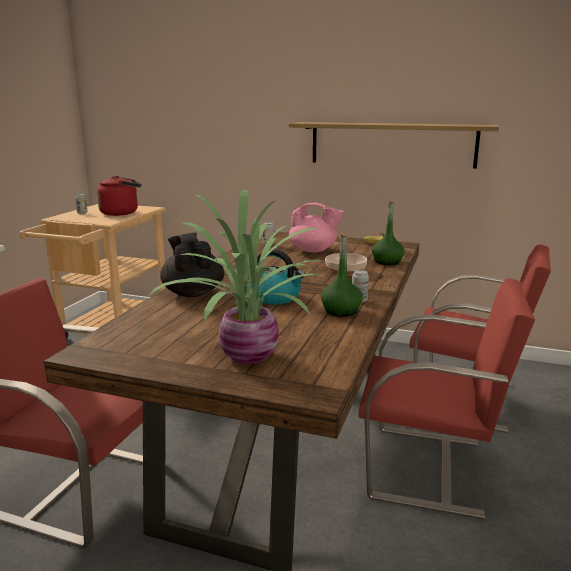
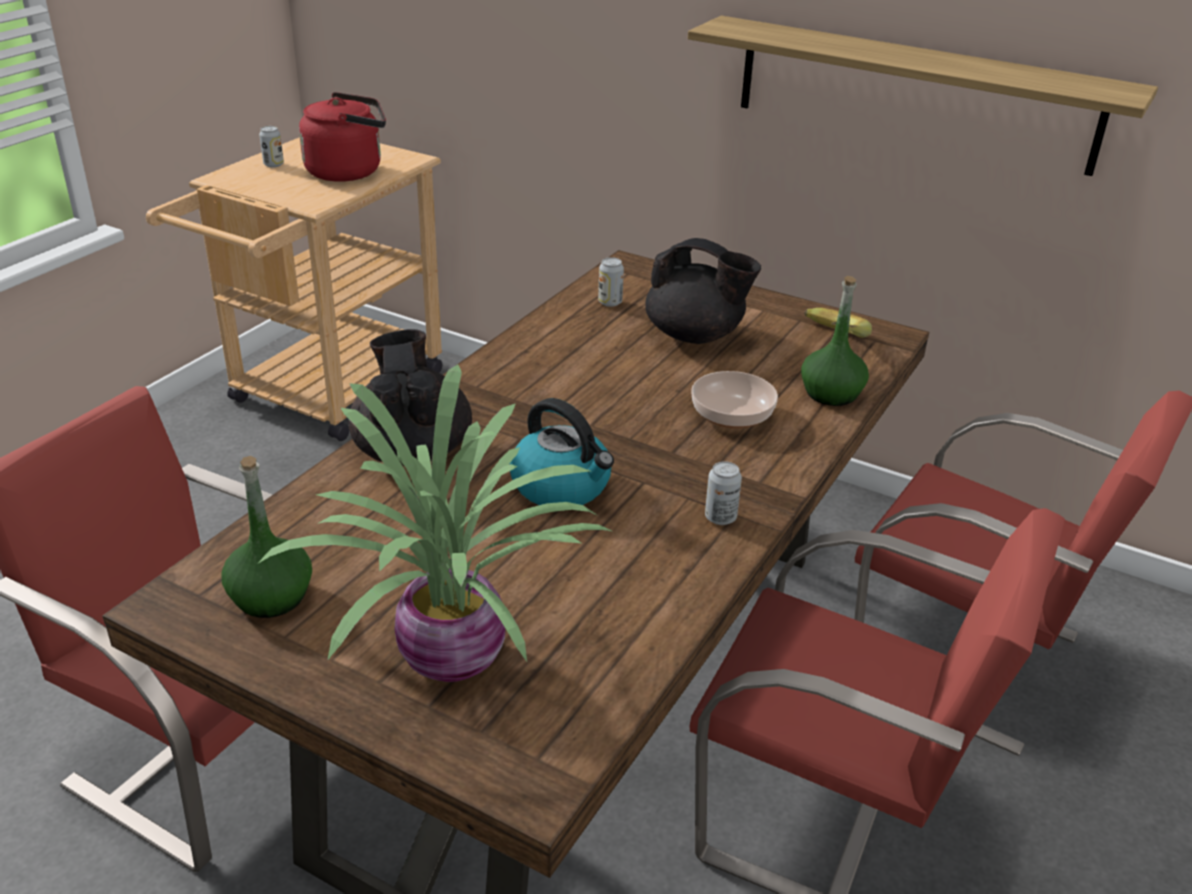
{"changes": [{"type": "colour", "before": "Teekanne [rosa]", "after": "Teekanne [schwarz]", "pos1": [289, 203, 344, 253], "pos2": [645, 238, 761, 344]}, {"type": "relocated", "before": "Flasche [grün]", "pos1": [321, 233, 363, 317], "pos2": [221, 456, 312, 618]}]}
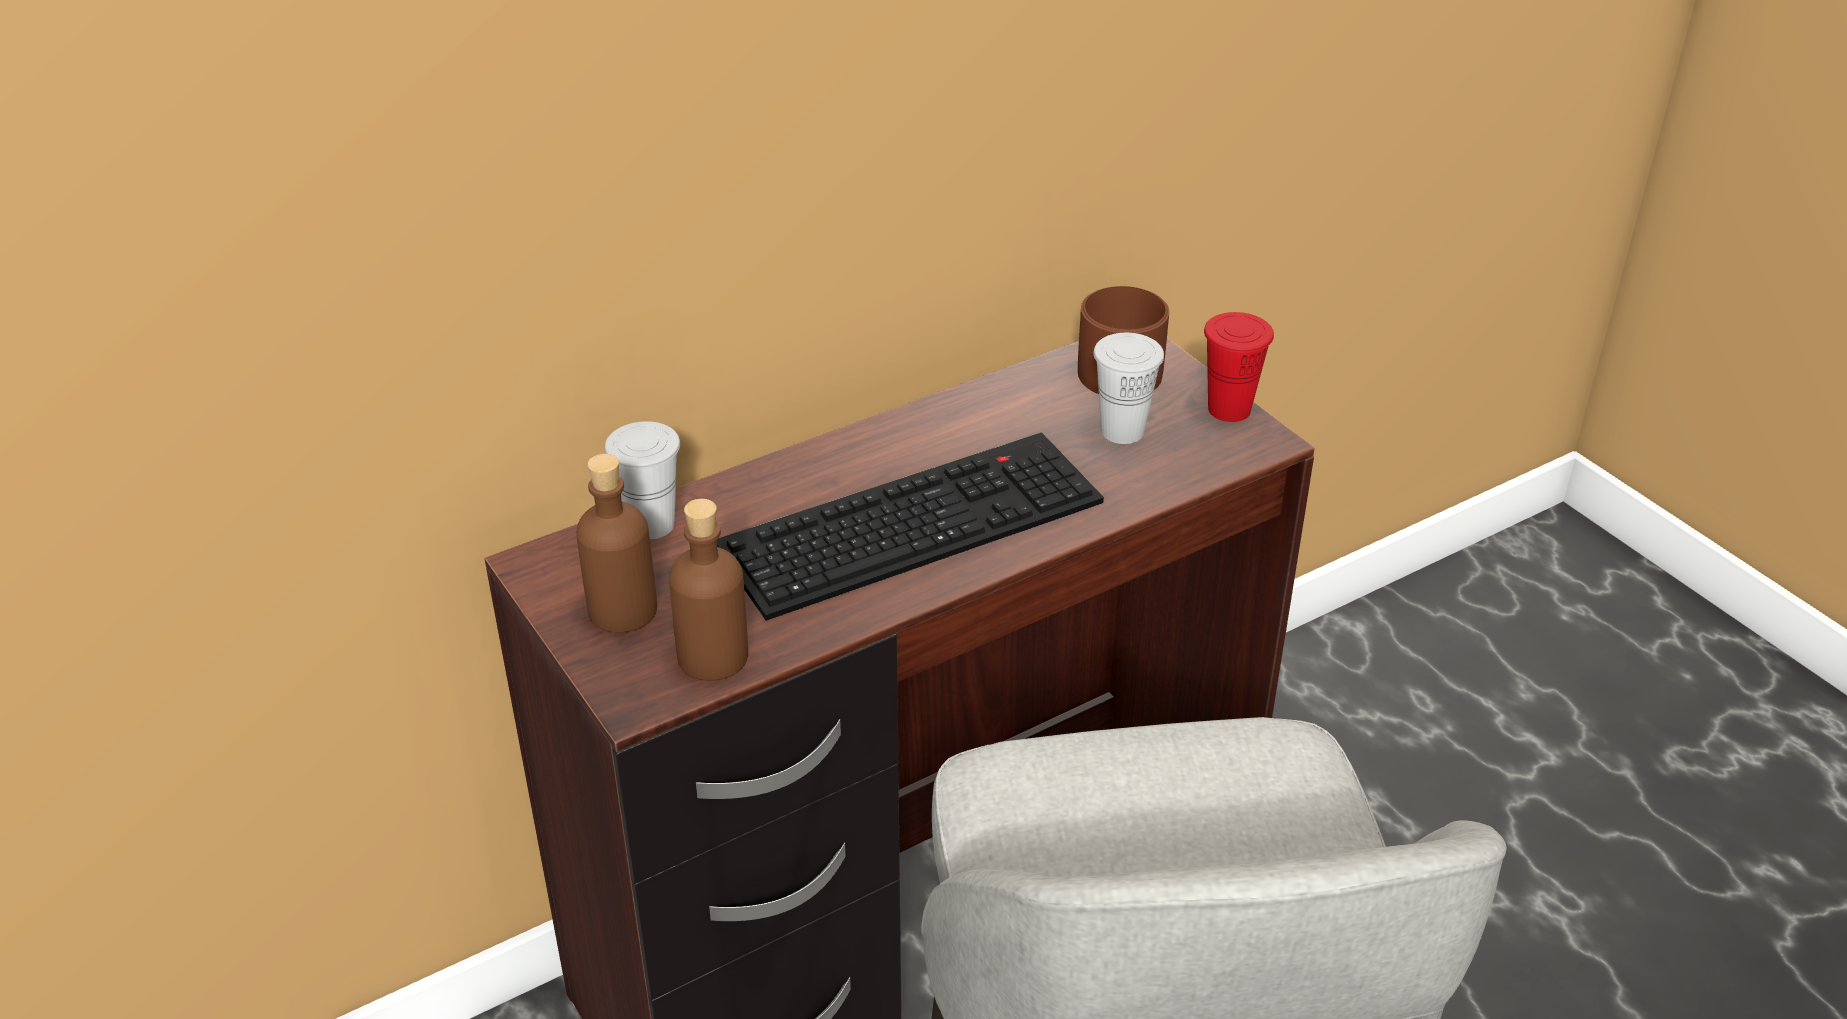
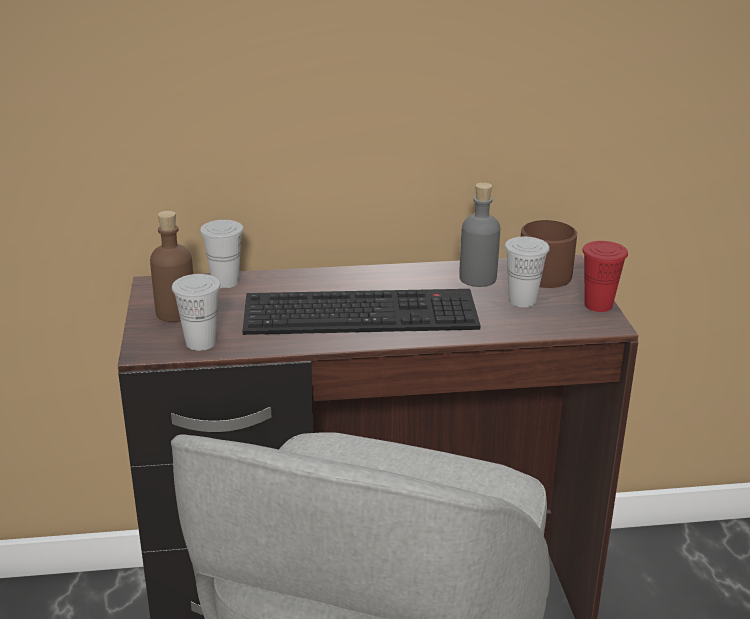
{"changes": [{"type": "exchanged", "before": "Flasche [braun]", "after": "Tasse [weiß]", "pos1": [669, 499, 748, 681], "pos2": [172, 274, 221, 351]}, {"type": "appeared", "after": "Flasche [grau]", "pos2": [459, 182, 500, 287]}]}
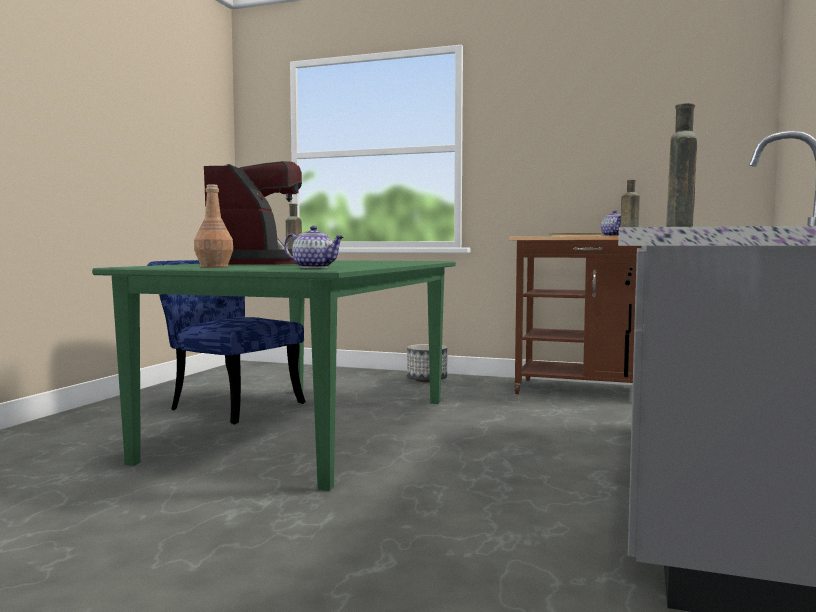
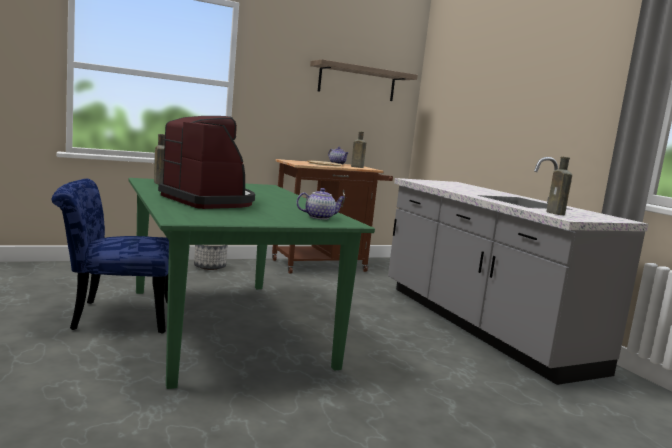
{"changes": [{"type": "missing", "before": "Flasche [braun]", "pos1": [194, 185, 233, 268]}, {"type": "appeared", "after": "Wandregal", "pos2": [310, 59, 418, 101]}]}
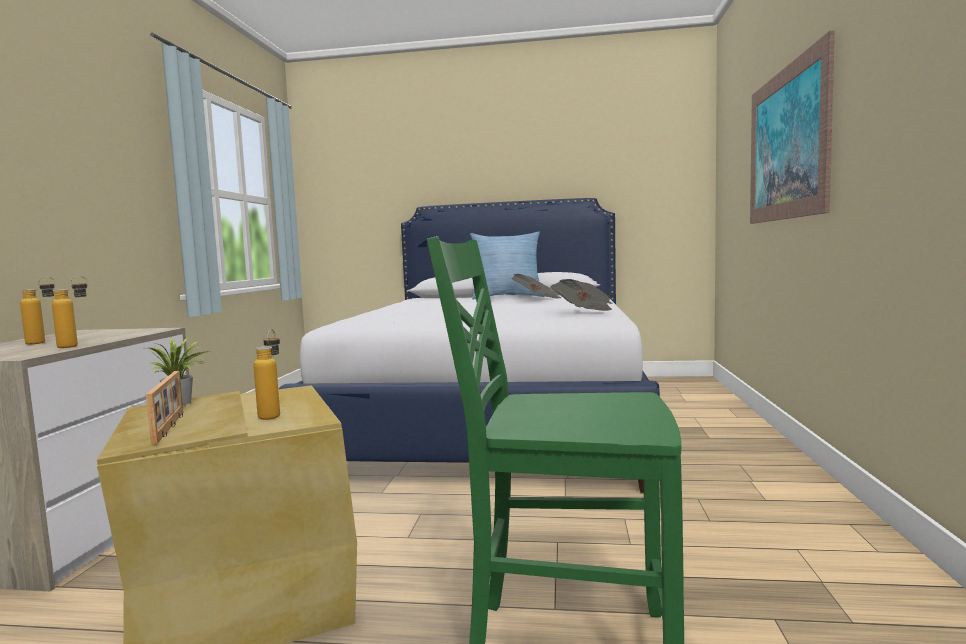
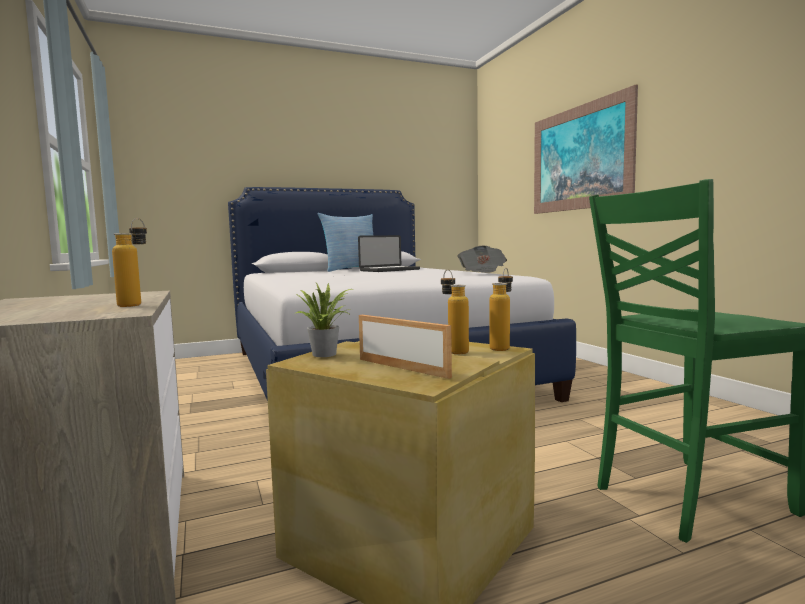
{"changes": [{"type": "relocated", "before": "Flasche", "pos1": [20, 277, 55, 345], "pos2": [489, 268, 513, 351]}, {"type": "exchanged", "before": "Zeitung", "after": "Laptop", "pos1": [512, 274, 561, 298], "pos2": [358, 235, 420, 272]}]}
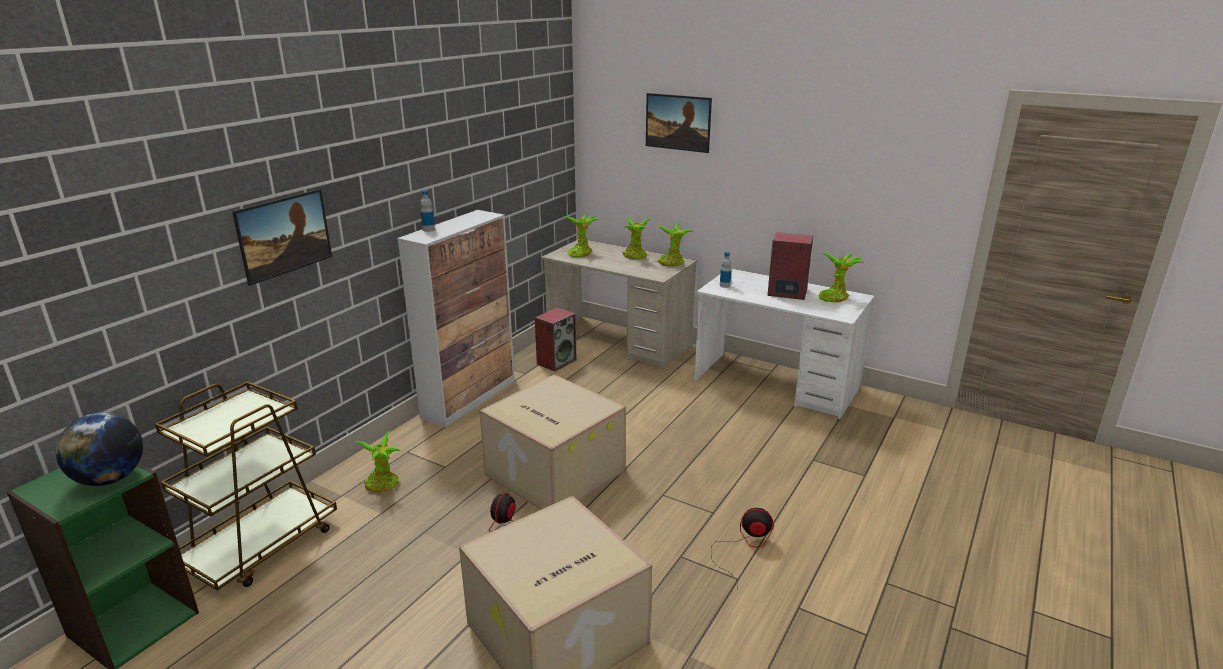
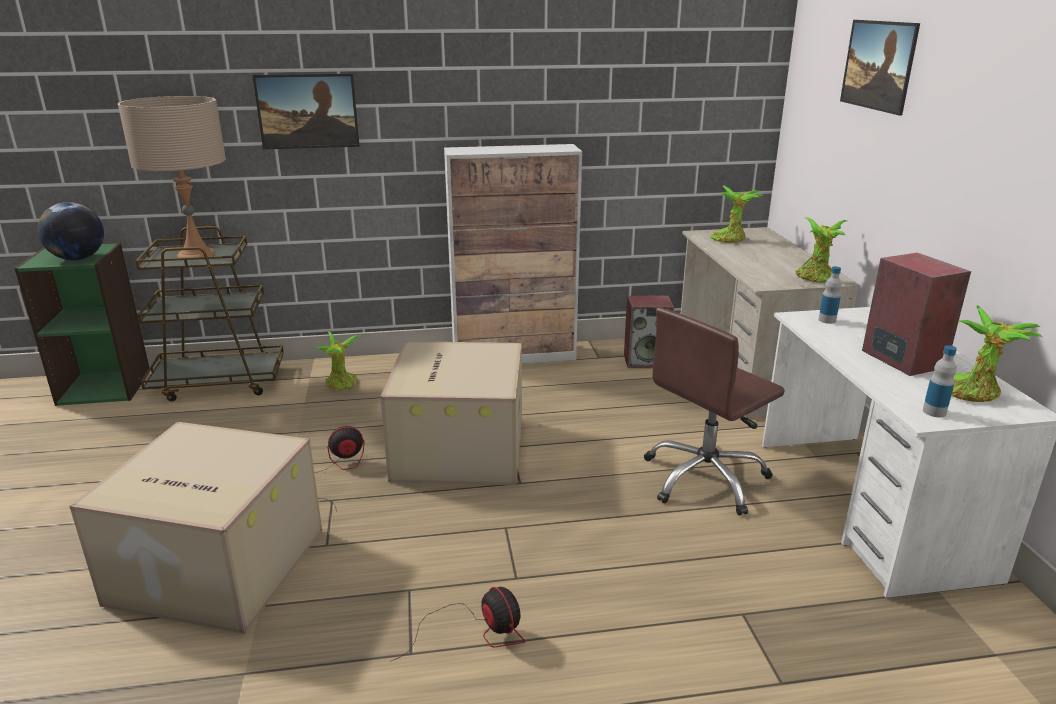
{"changes": [{"type": "relocated", "before": "Flasche", "pos1": [420, 190, 435, 232], "pos2": [923, 345, 957, 417]}, {"type": "missing", "before": "Topfpflanze", "pos1": [623, 217, 651, 260]}, {"type": "appeared", "after": "Tischlampe [beige]", "pos2": [118, 96, 226, 258]}, {"type": "appeared", "after": "Bürostuhl [braun]", "pos2": [644, 307, 785, 516]}]}
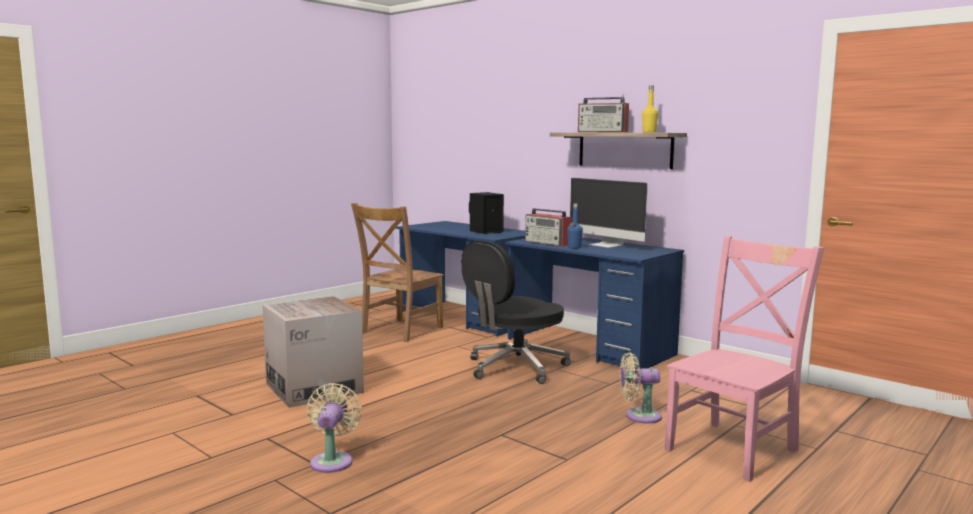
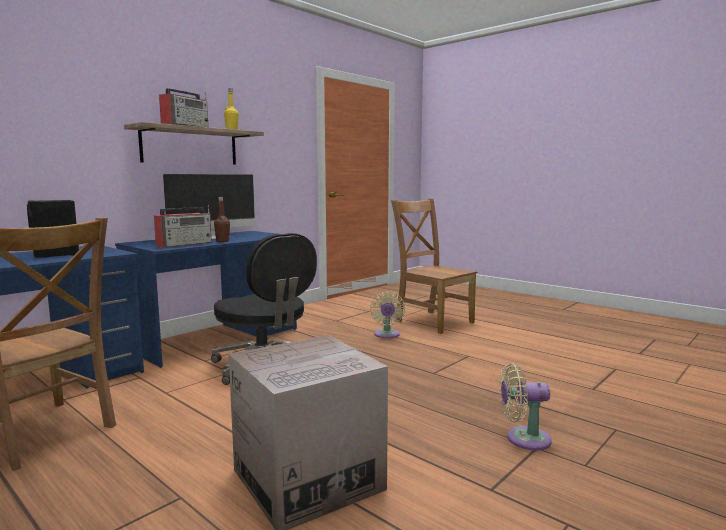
{"changes": [{"type": "colour", "before": "Flasche [blau]", "after": "Flasche [braun]", "pos1": [567, 203, 583, 249], "pos2": [214, 197, 230, 242]}, {"type": "colour", "before": "Stuhl [rosa]", "after": "Stuhl [braun]", "pos1": [664, 236, 824, 482], "pos2": [391, 198, 478, 334]}]}
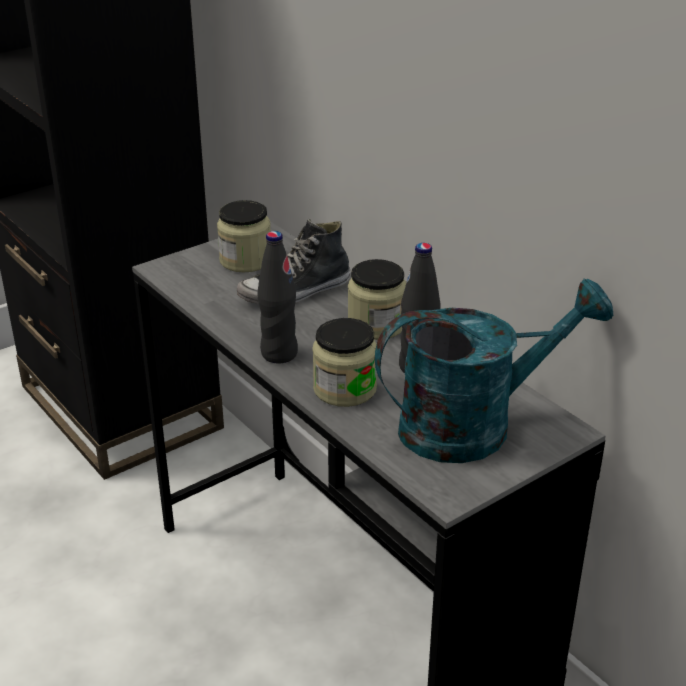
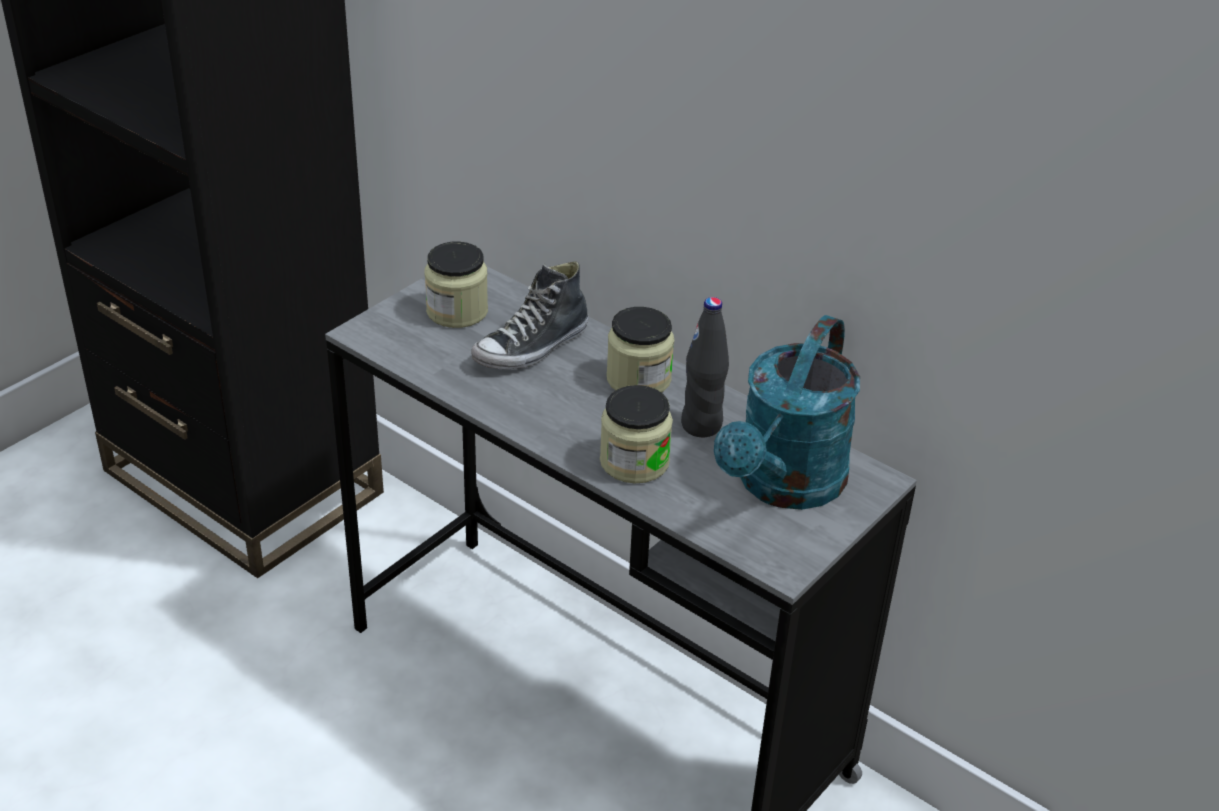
{"changes": [{"type": "missing", "before": "Flasche [schwarz]", "pos1": [258, 231, 298, 363]}, {"type": "spun", "before": "Gießkanne [türkis]", "pos1": [375, 279, 614, 463], "pos2": [714, 315, 860, 510], "turn": 150}]}
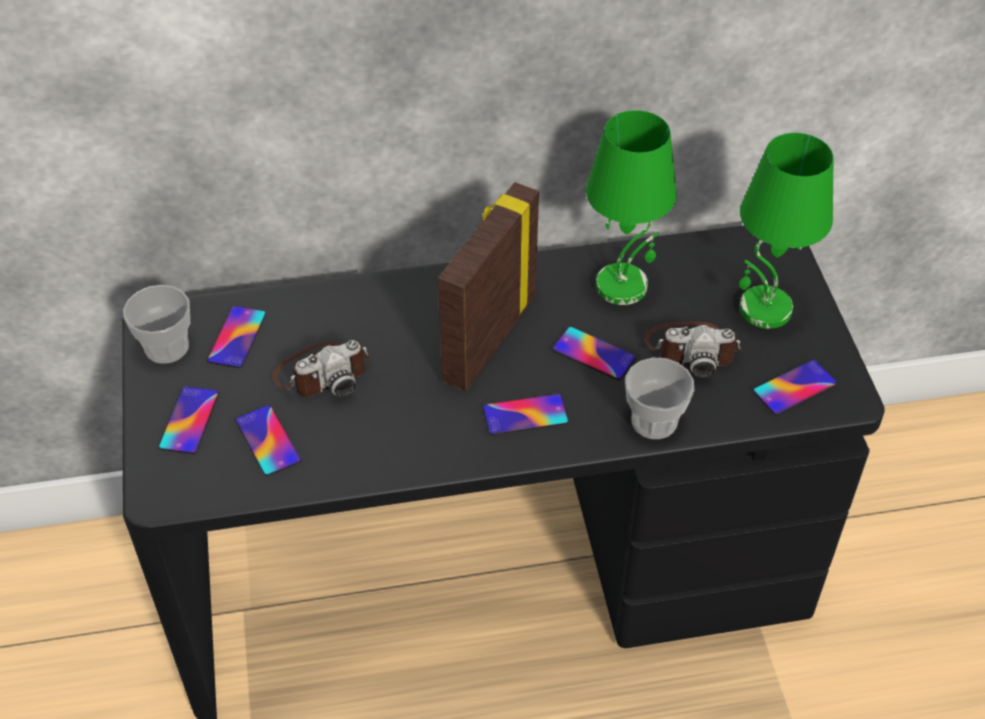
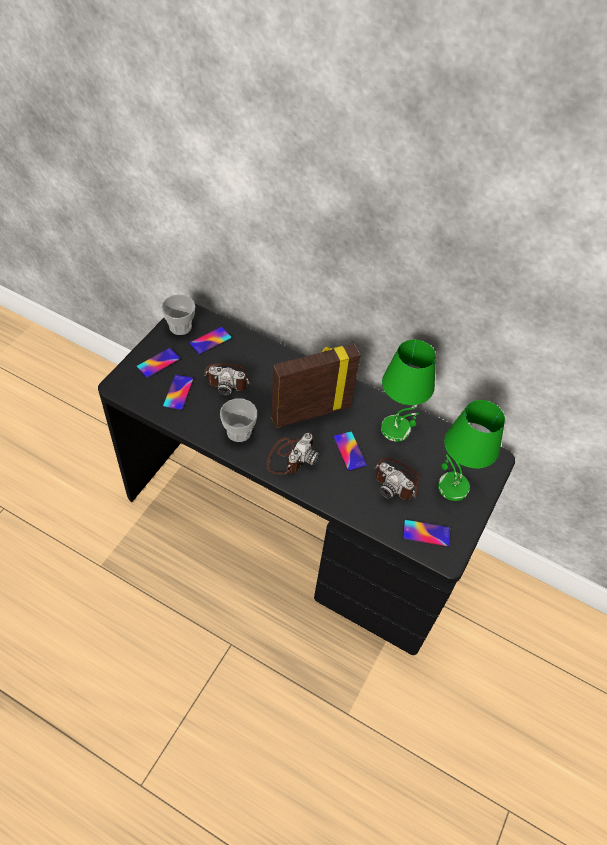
{"changes": [{"type": "exchanged", "before": "Handy", "after": "Kamera", "pos1": [483, 394, 569, 435], "pos2": [267, 433, 320, 474]}, {"type": "relocated", "before": "Tasse", "pos1": [625, 358, 694, 439], "pos2": [220, 399, 257, 442]}]}
